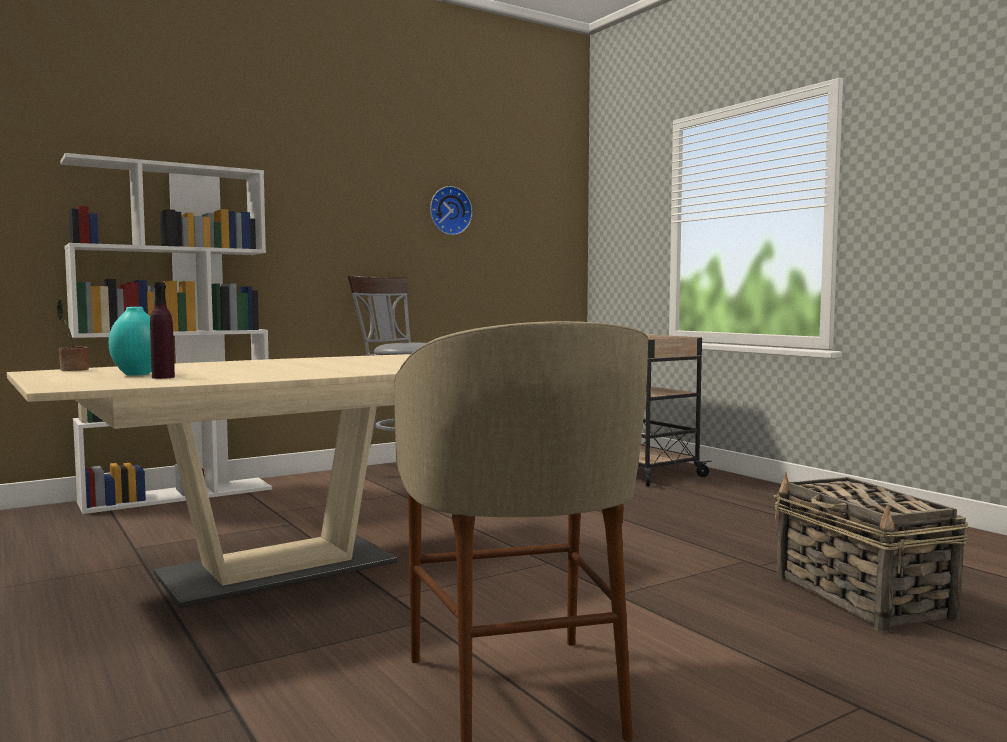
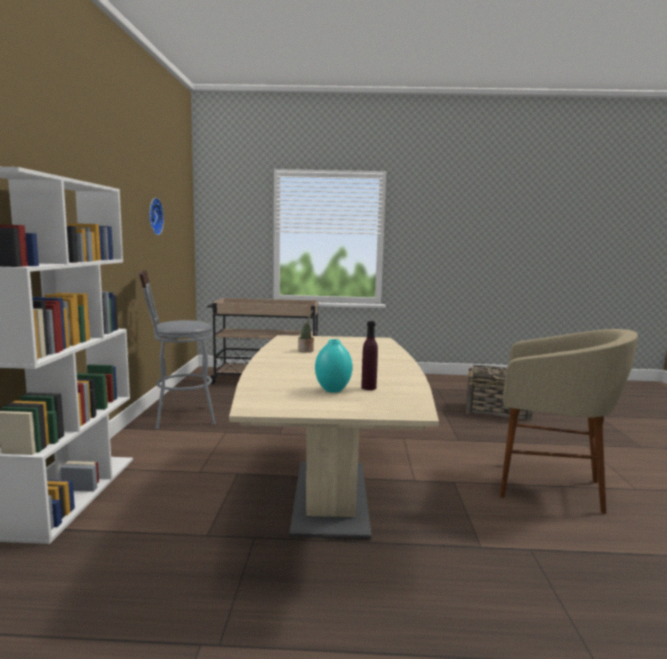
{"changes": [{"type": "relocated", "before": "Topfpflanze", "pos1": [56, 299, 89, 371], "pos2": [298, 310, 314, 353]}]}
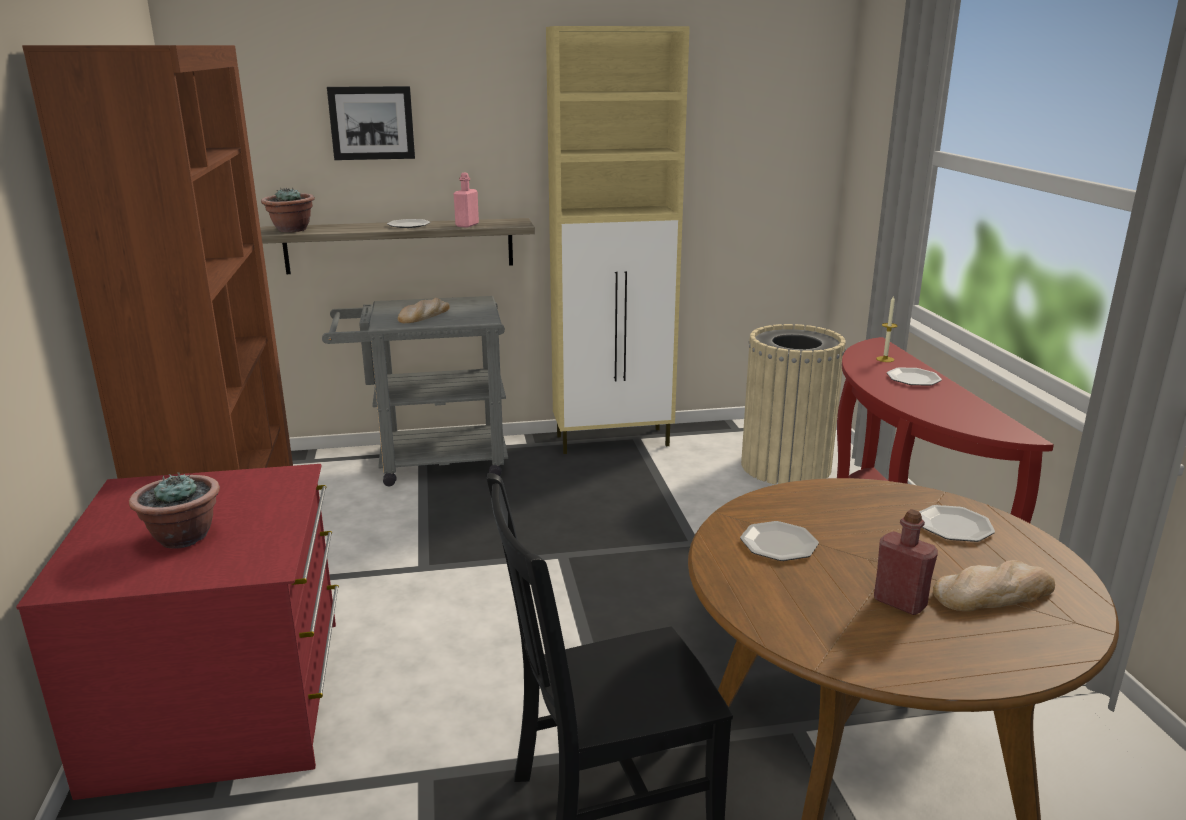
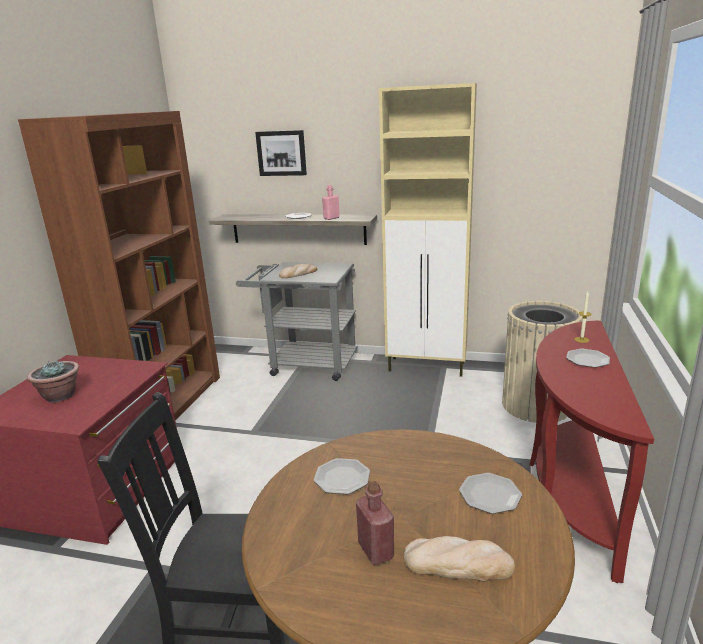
{"changes": [{"type": "missing", "before": "Topfpflanze", "pos1": [261, 188, 315, 232]}]}
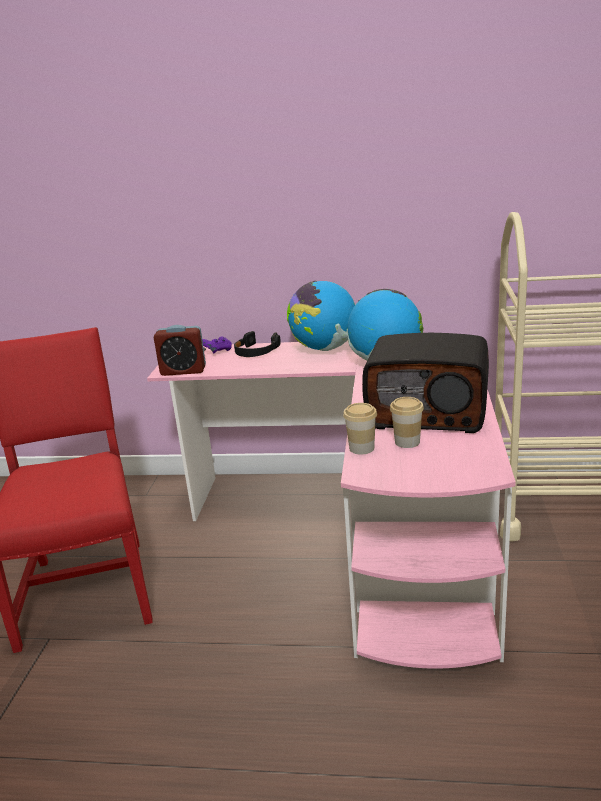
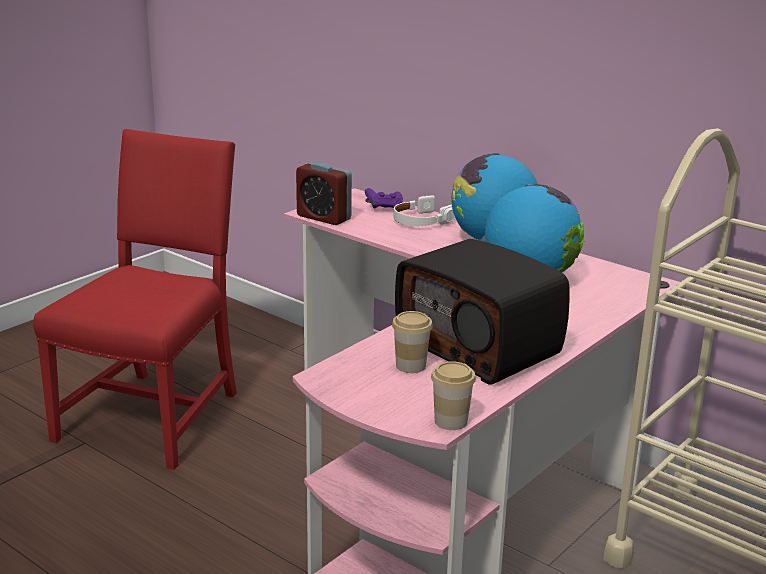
{"changes": [{"type": "colour", "before": "Kopfhörer [schwarz]", "after": "Kopfhörer [weiß]", "pos1": [234, 331, 281, 357], "pos2": [394, 195, 455, 226]}, {"type": "relocated", "before": "Tasse", "pos1": [343, 403, 377, 454], "pos2": [431, 361, 476, 430]}]}
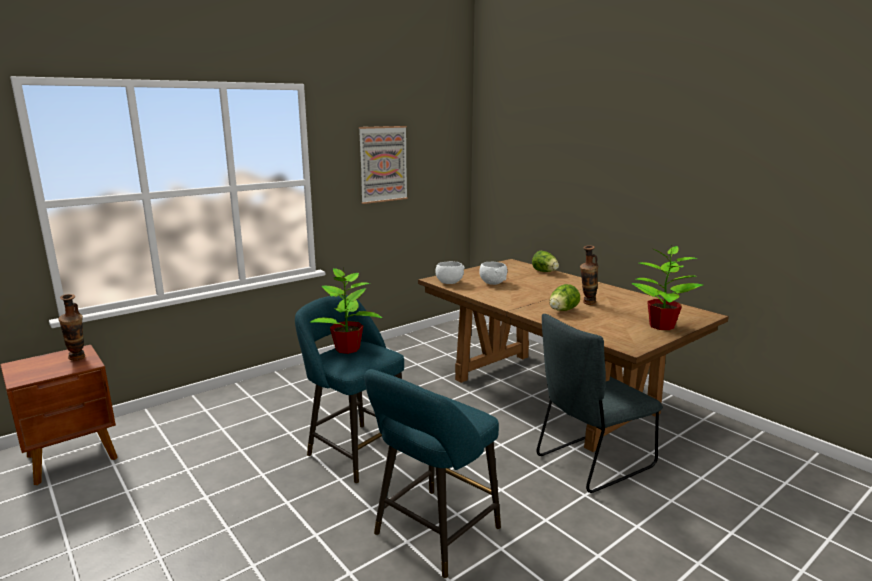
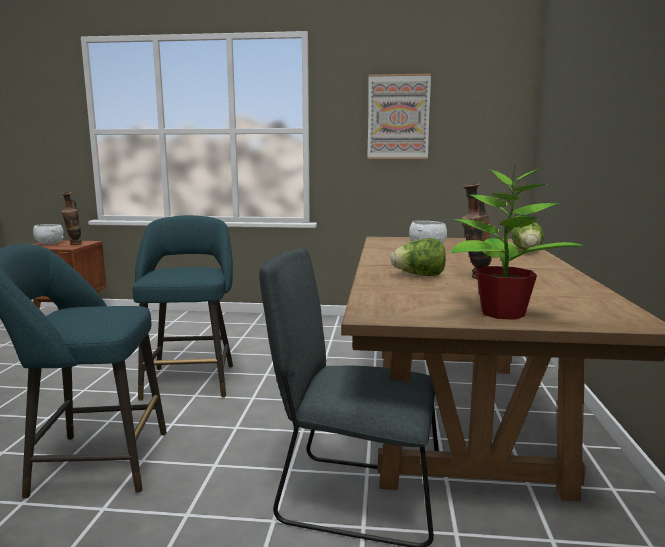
{"changes": [{"type": "missing", "before": "Topfpflanze", "pos1": [310, 268, 382, 354]}, {"type": "relocated", "before": "Schüssel [weiß]", "pos1": [435, 261, 465, 284], "pos2": [33, 224, 64, 244]}]}
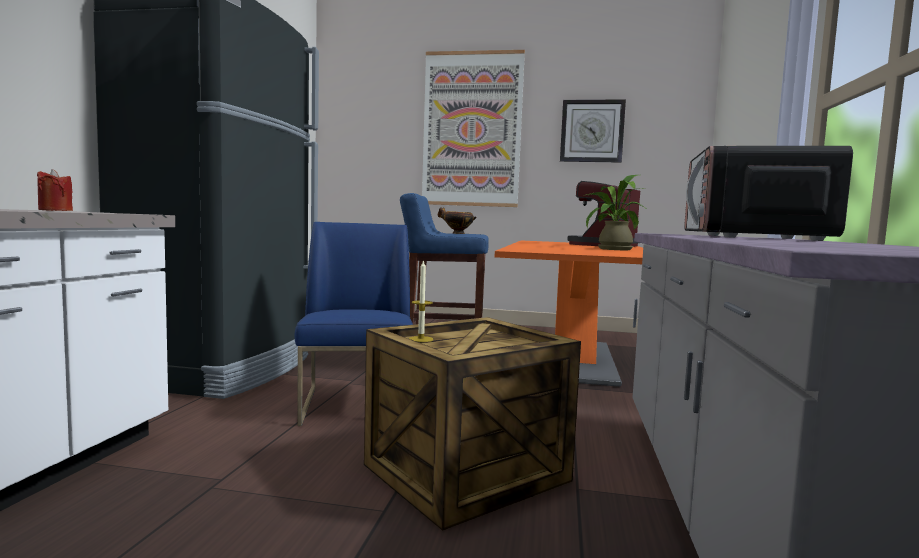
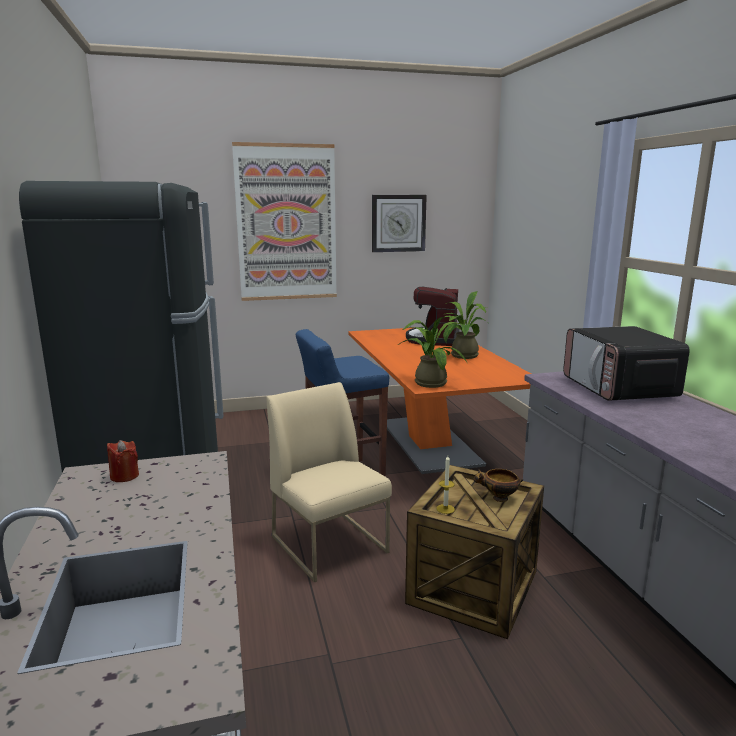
{"changes": [{"type": "colour", "before": "Stuhl [blau]", "after": "Stuhl [beige]", "pos1": [295, 222, 413, 426], "pos2": [267, 382, 392, 582]}, {"type": "relocated", "before": "Schüssel", "pos1": [437, 207, 476, 234], "pos2": [473, 469, 523, 502]}, {"type": "appeared", "after": "Topfpflanze", "pos2": [398, 315, 467, 388]}]}
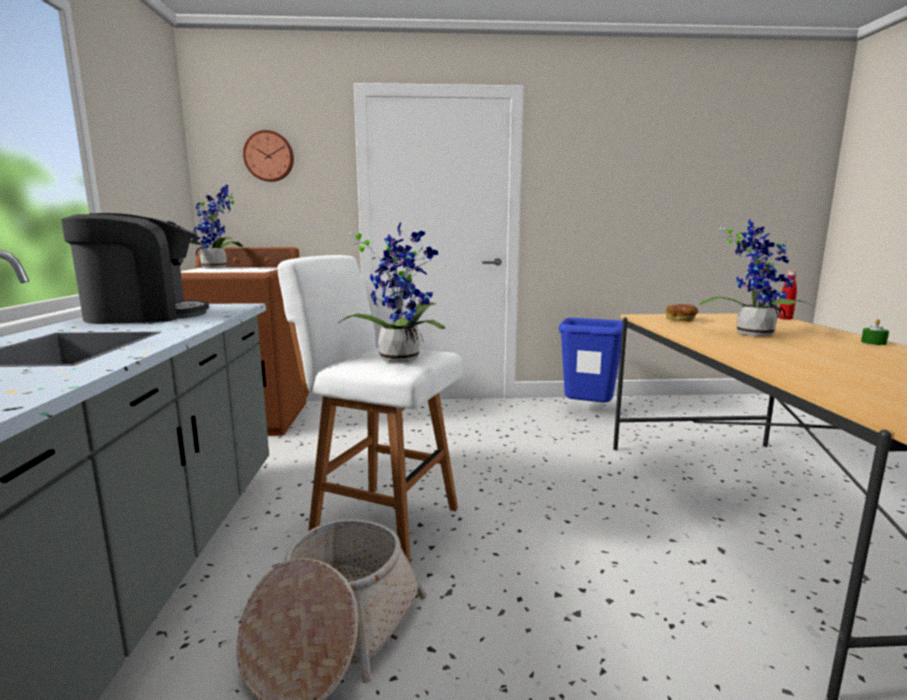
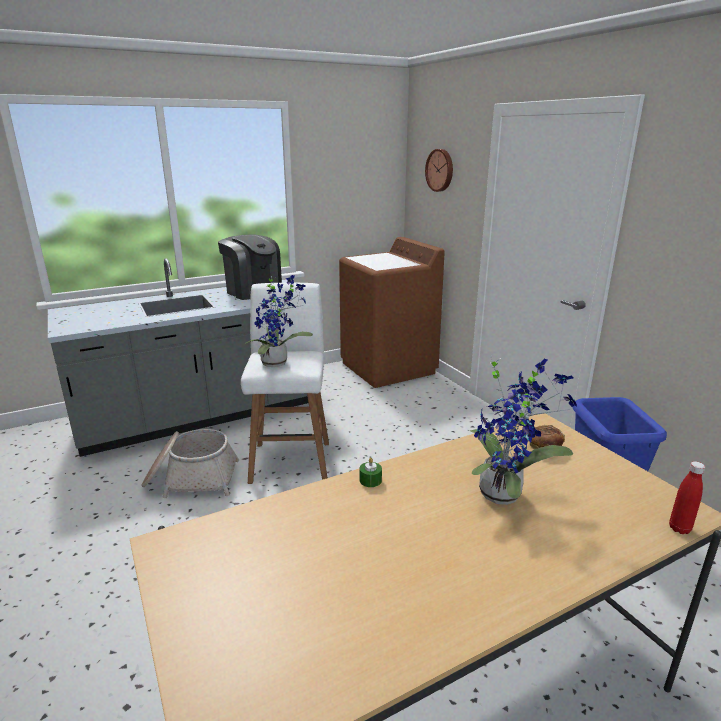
{"changes": [{"type": "missing", "before": "Topfpflanze", "pos1": [189, 185, 243, 268]}, {"type": "relocated", "before": "Kerze [grün]", "pos1": [861, 319, 889, 345], "pos2": [360, 458, 382, 487]}]}
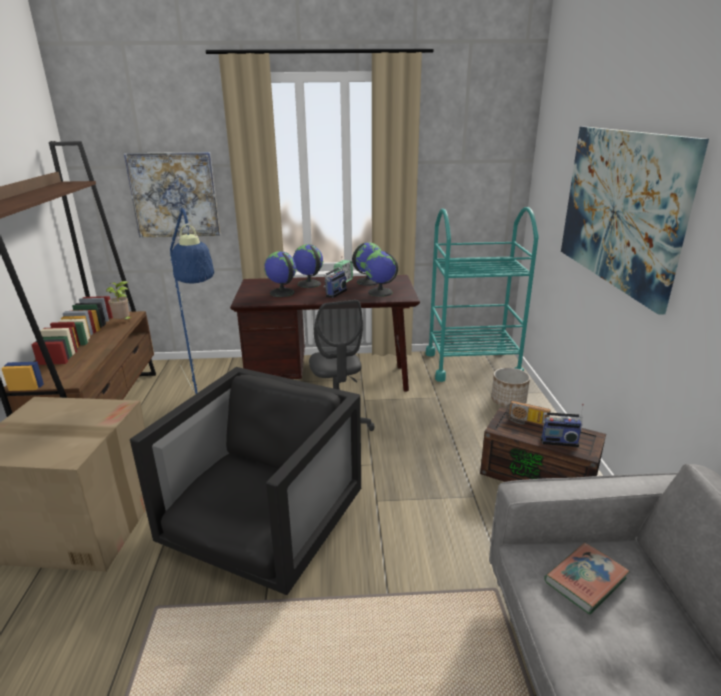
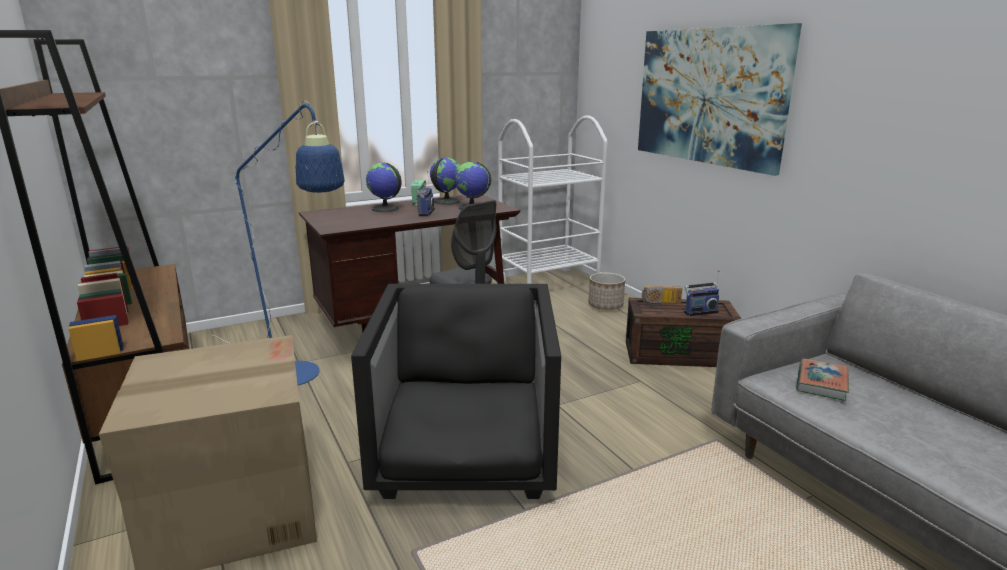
{"changes": [{"type": "missing", "before": "Topfpflanze", "pos1": [106, 281, 131, 319]}, {"type": "missing", "before": "Bild", "pos1": [124, 152, 220, 237]}, {"type": "missing", "before": "Globus", "pos1": [264, 251, 297, 297]}, {"type": "colour", "before": "Rollwagen [türkis]", "after": "Rollwagen [weiß]", "pos1": [426, 207, 539, 382], "pos2": [498, 115, 608, 284]}]}
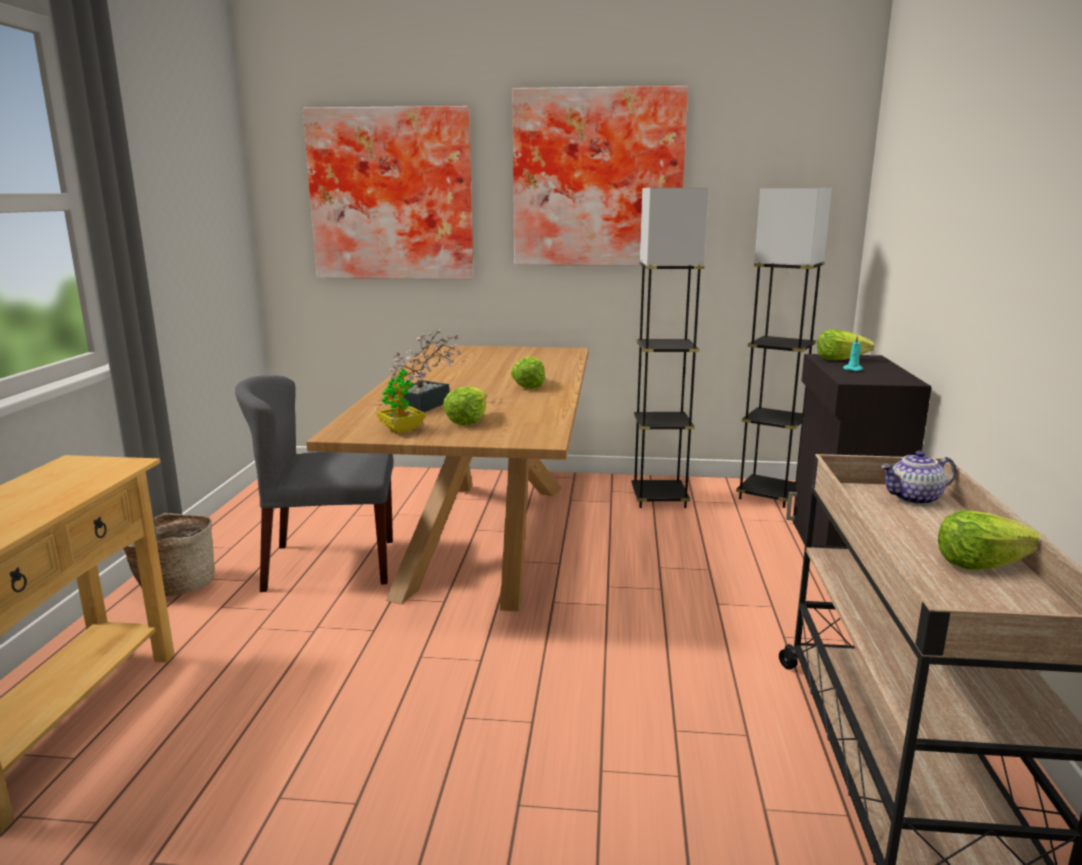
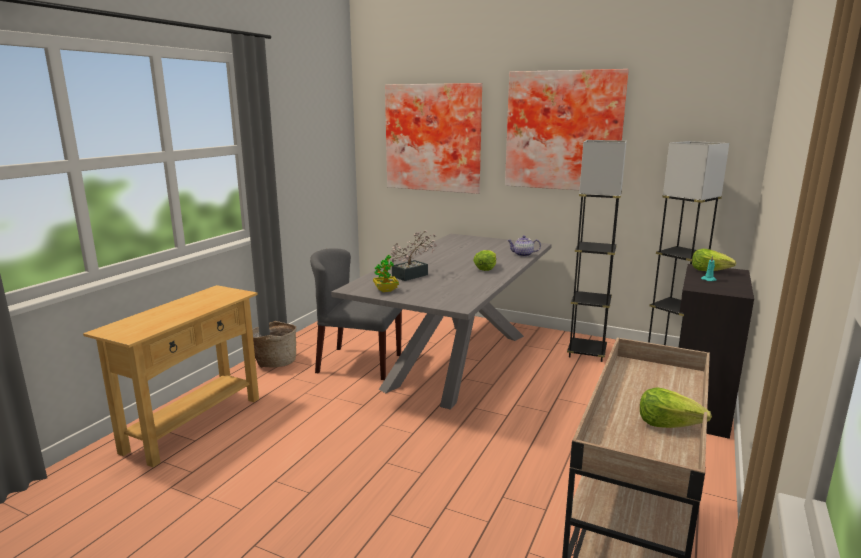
{"changes": [{"type": "colour", "before": "Esstisch [braun]", "after": "Esstisch [grau]", "pos1": [306, 345, 589, 611], "pos2": [331, 234, 552, 410]}, {"type": "missing", "before": "Salatkopf", "pos1": [443, 387, 486, 425]}, {"type": "relocated", "before": "Teekanne", "pos1": [881, 451, 956, 505], "pos2": [507, 235, 541, 257]}]}
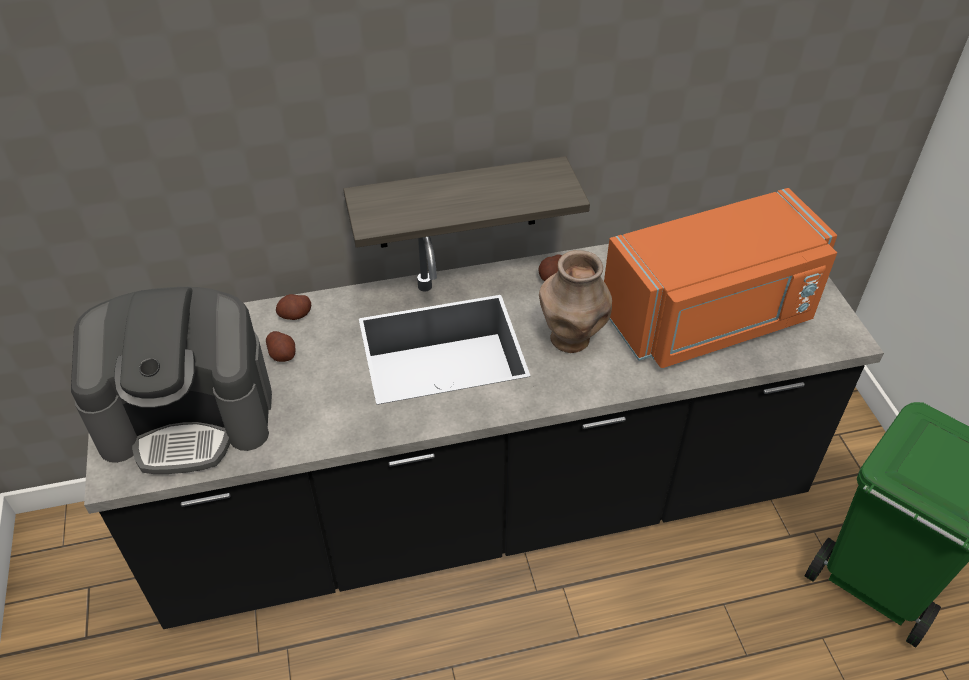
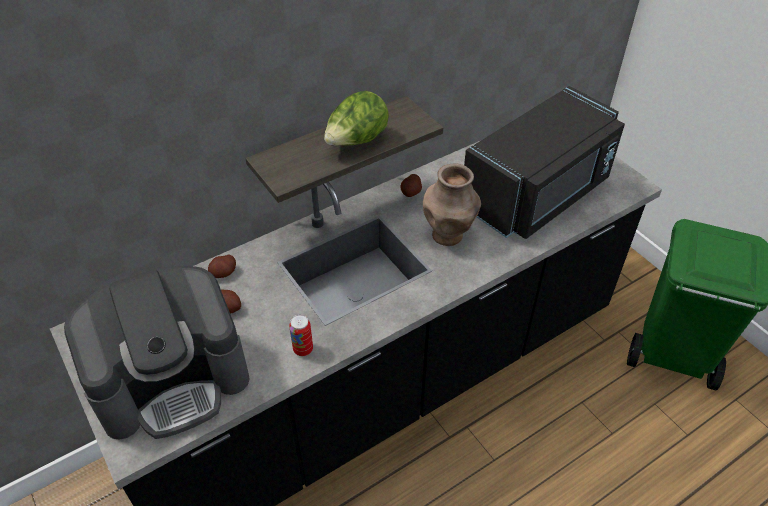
{"changes": [{"type": "colour", "before": "Mikrowelle [orange]", "after": "Mikrowelle [schwarz]", "pos1": [604, 188, 837, 368], "pos2": [464, 86, 625, 239]}, {"type": "appeared", "after": "Dose", "pos2": [289, 314, 313, 356]}, {"type": "appeared", "after": "Salatkopf", "pos2": [324, 91, 389, 146]}]}
